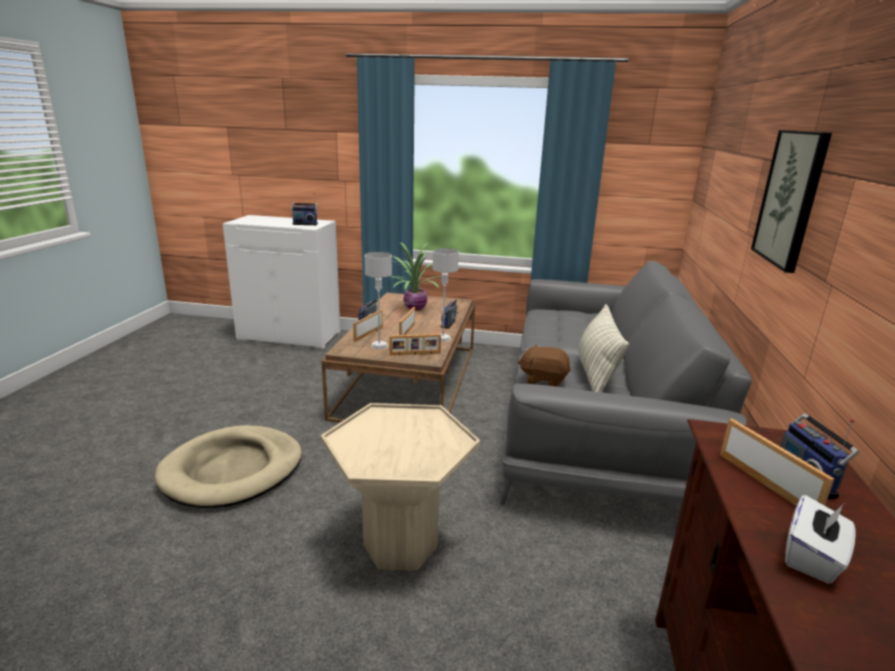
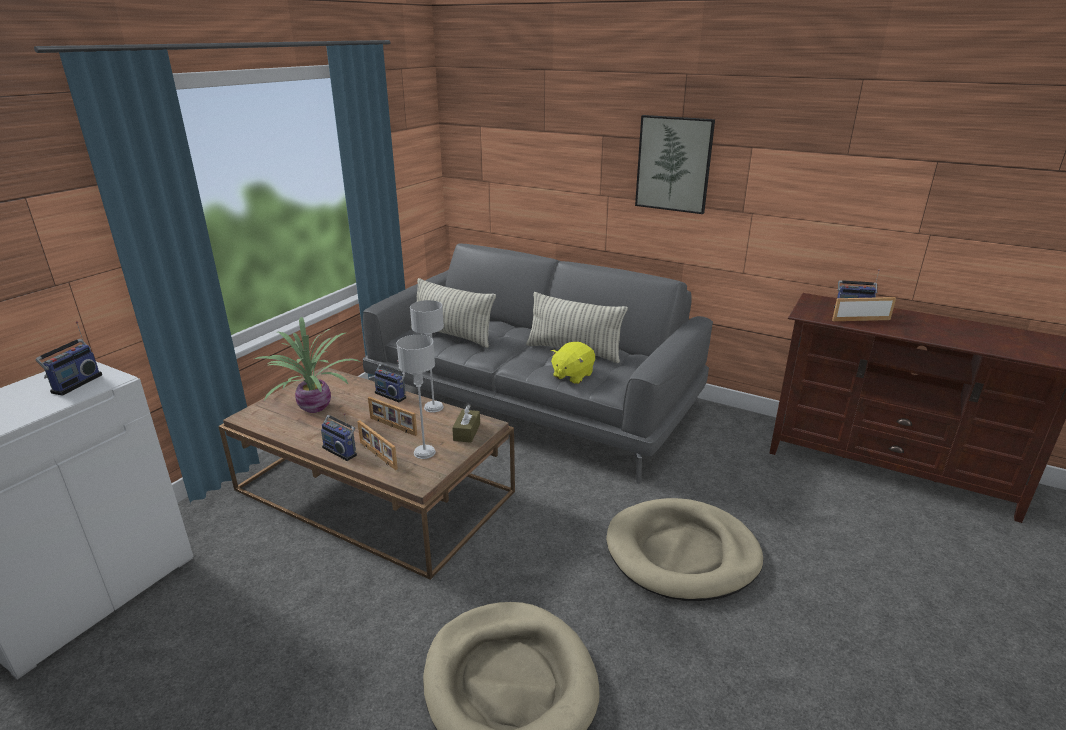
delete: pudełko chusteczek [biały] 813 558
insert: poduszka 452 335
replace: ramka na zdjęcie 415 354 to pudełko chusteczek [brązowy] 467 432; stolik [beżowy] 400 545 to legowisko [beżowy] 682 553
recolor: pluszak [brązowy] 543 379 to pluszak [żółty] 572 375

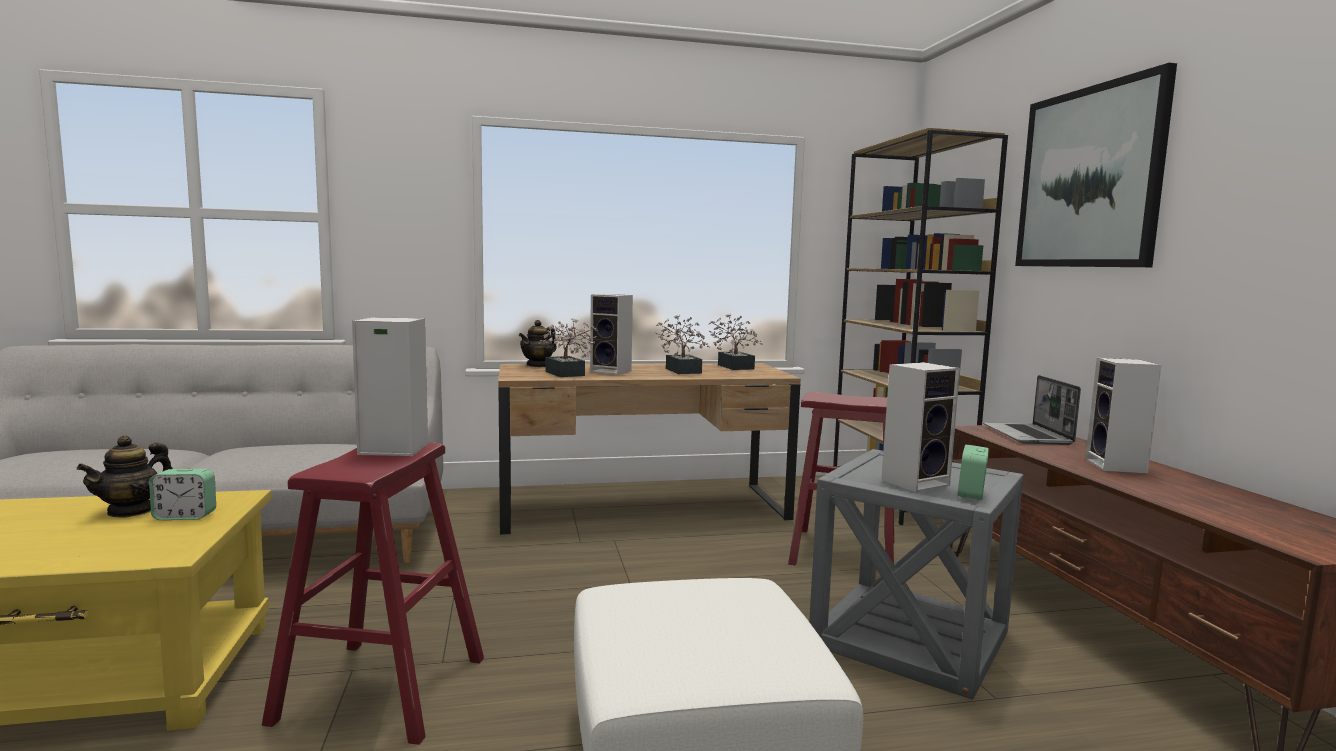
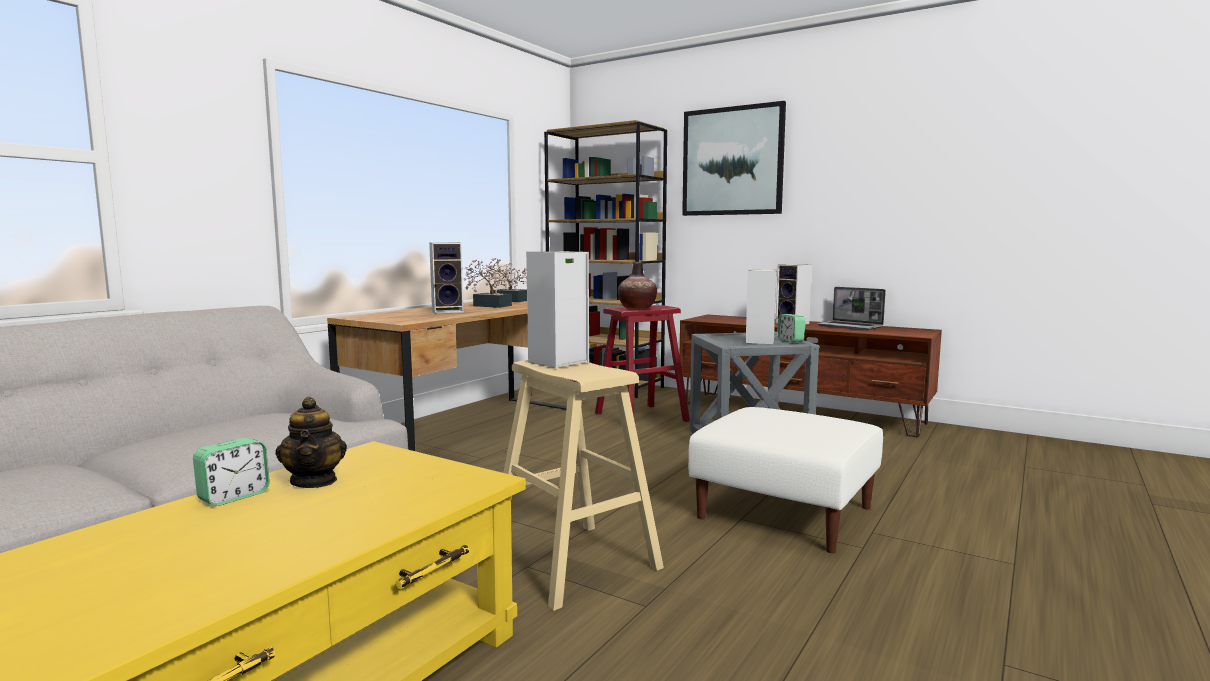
delete: roślina doniczkowa 566 374; imbryk 538 365
insert: wazon 637 308
move: laptop 1028 435 to 850 326; budzik 185 516 to 234 497
recolor: stołek [czerwony] 382 689 to stołek [beżowy] 573 563

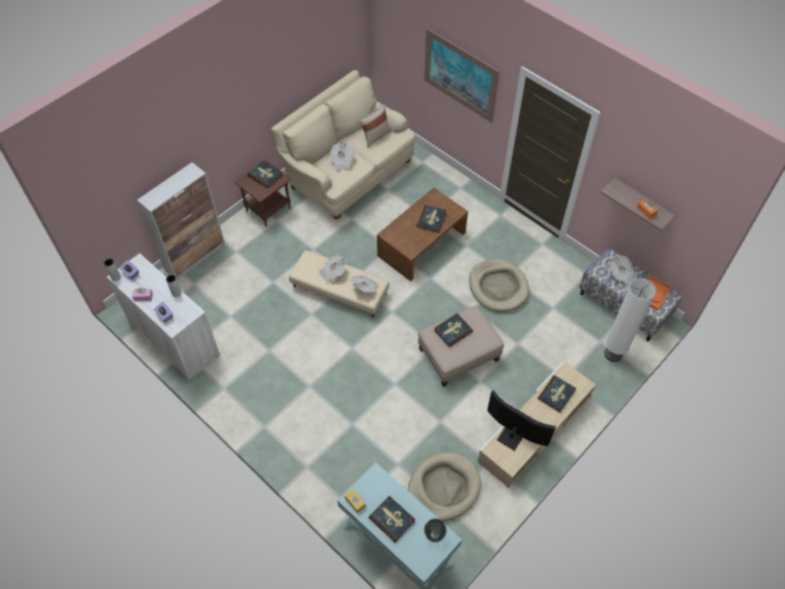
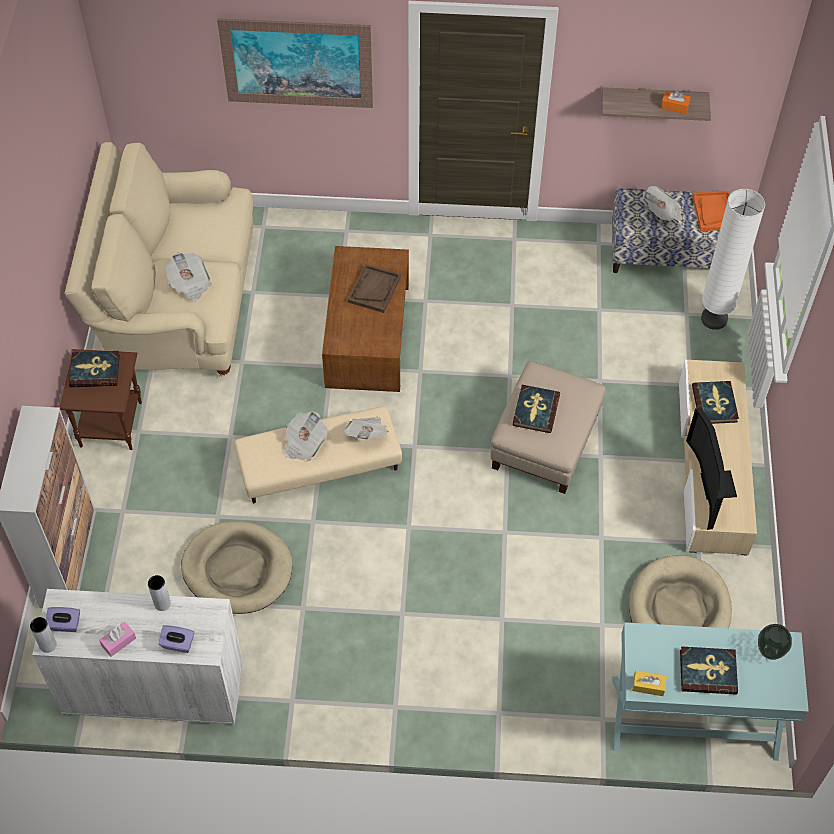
delete: poduszka [beżowy] 375 136
move: legowisko [beżowy] 498 287 to 237 569
replace: książka 431 220 to taca [brązowy] 374 289
rotate: telewizor 513 434 = 712 485 90 degrees counterclockwise

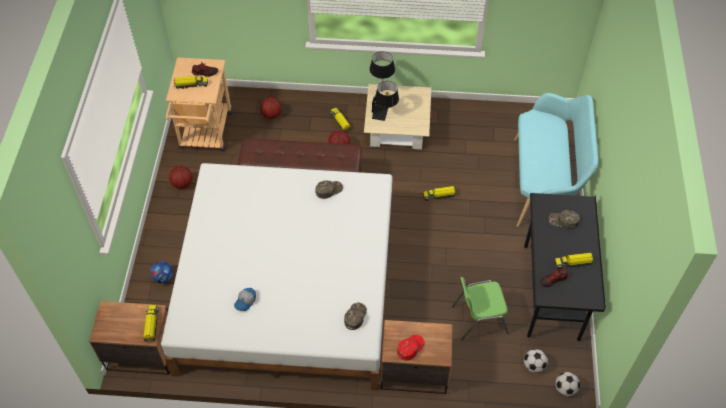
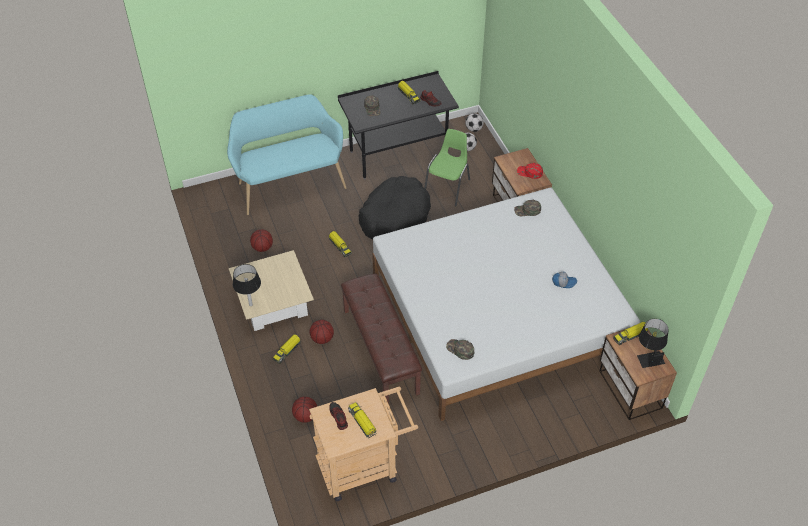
delete: piłka futbolowa 163 278
insert: legowisko [czarny] 395 216
move: lampa stołowa [czarny] 384 112 to 648 355; piłka do koszykówki 182 183 to 262 248; czapka z daszkiem [zielony] 328 190 to 460 350
rotate: krzesło [zielony] 478 319 = 448 187 120 degrees counterclockwise

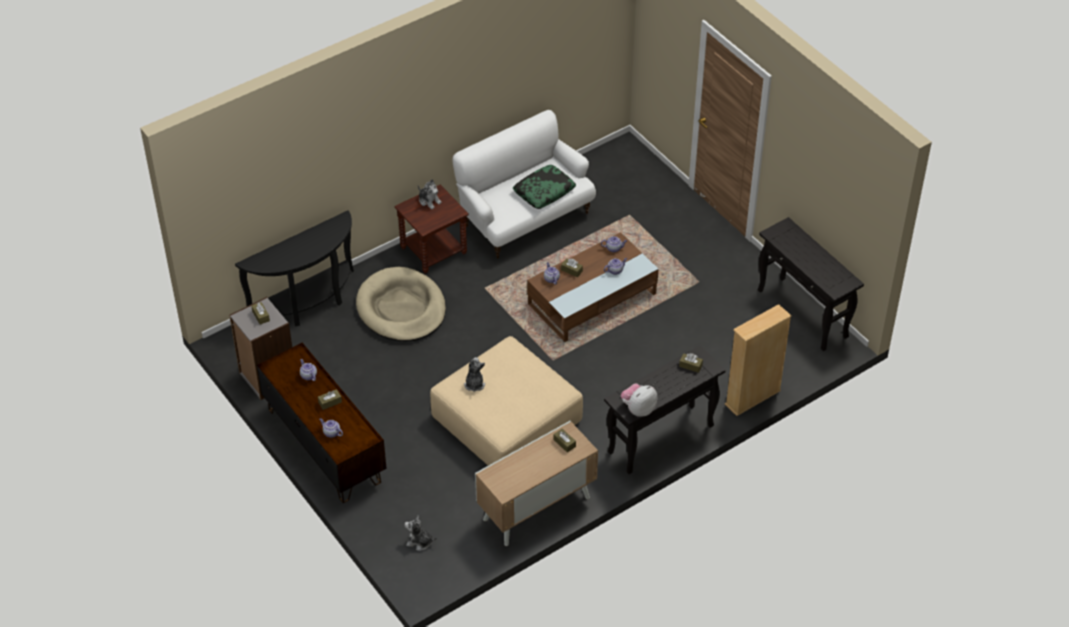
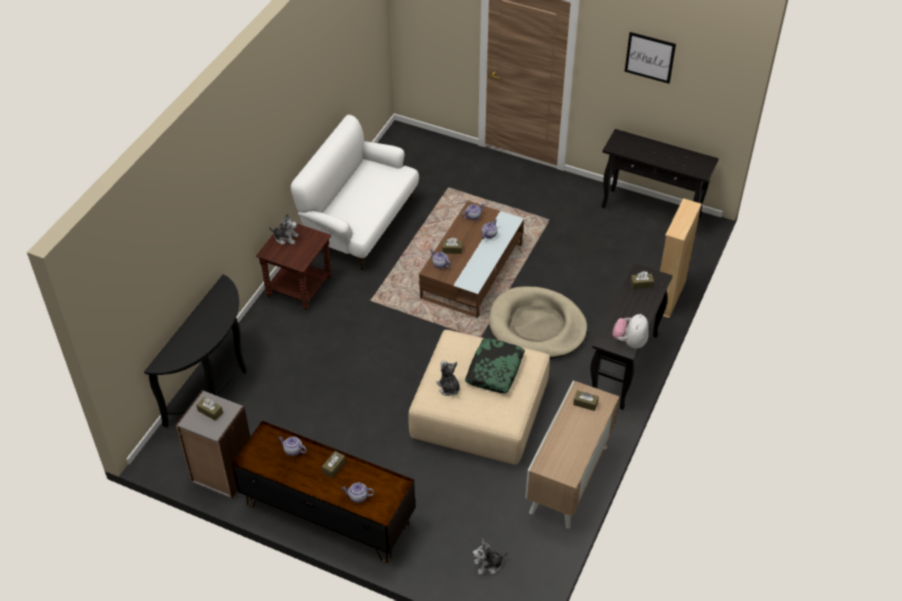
insert: obraz 650 57
move: poduszka 544 191 to 494 370; legowisko [beżowy] 401 308 to 537 326

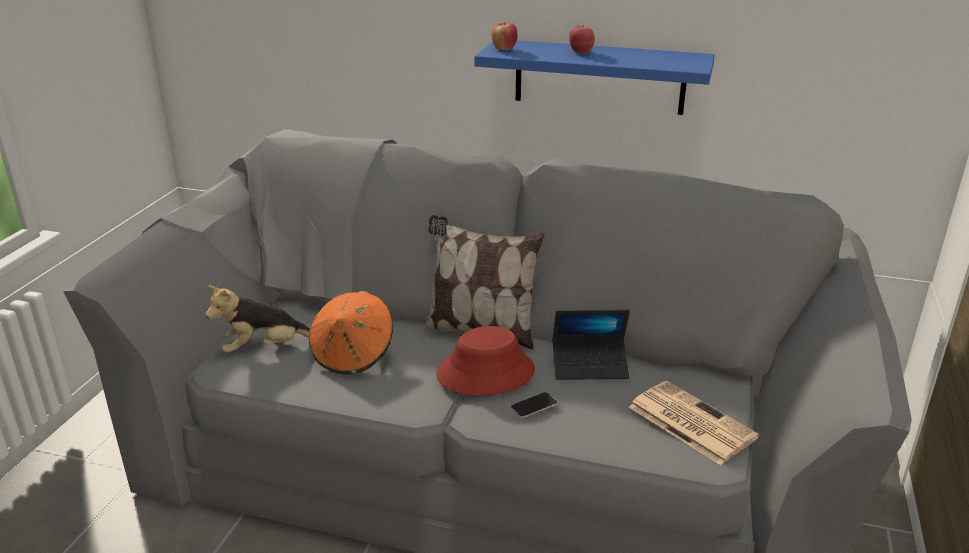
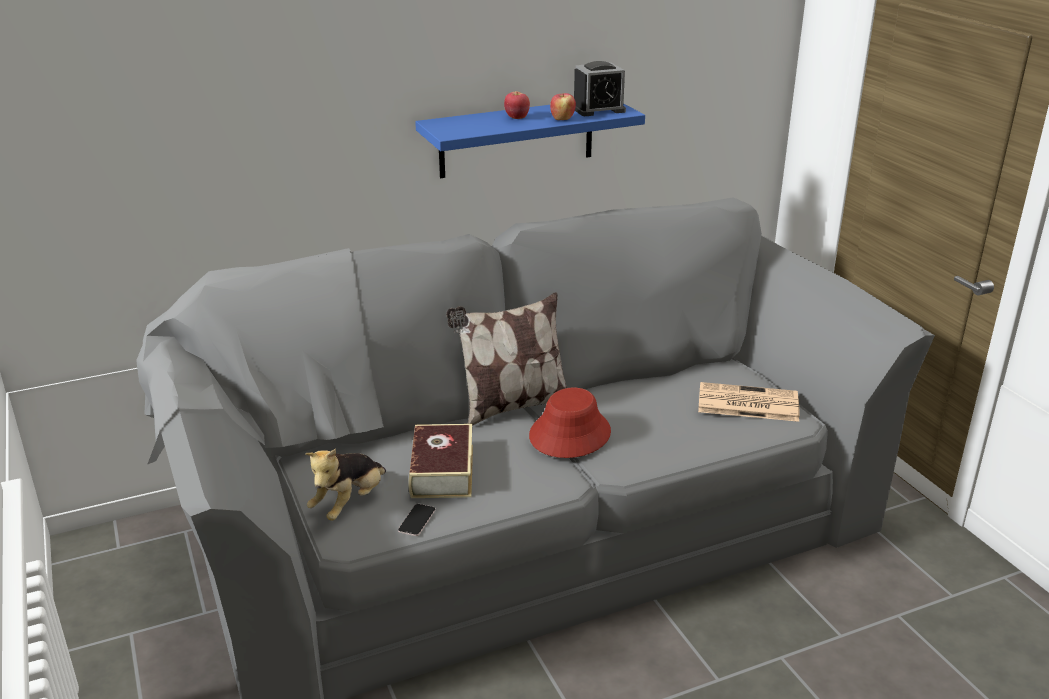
delete: laptop 590 366
insert: budzik 598 110
move: jabłko 504 49 to 562 119; telefon 533 405 to 417 520
replace: kapelusz [pomarańczowy] 353 355 to książka 442 471

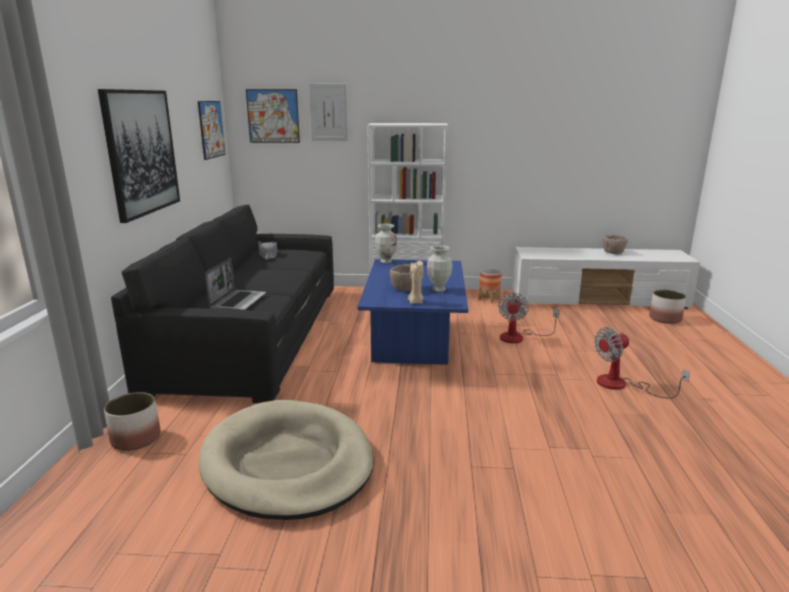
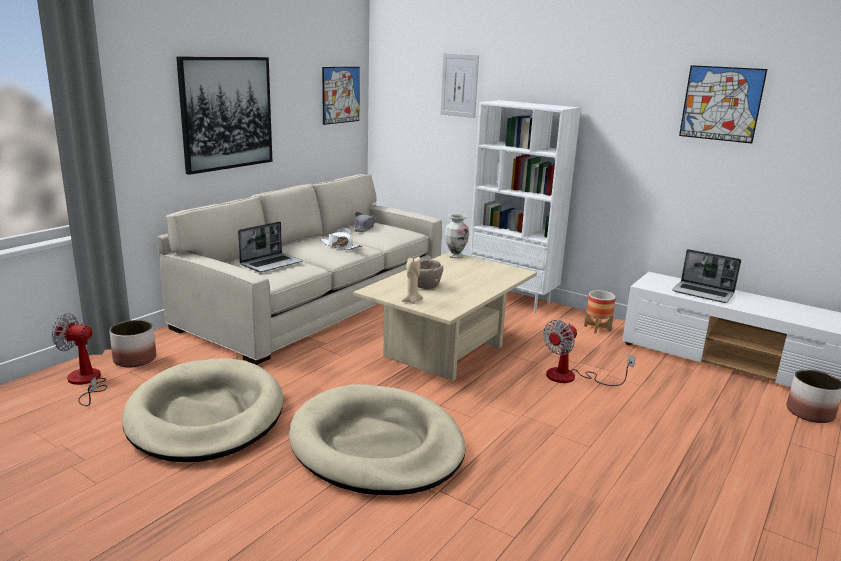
delete: miska [brązowy] 613 252; wazon 439 289
insert: kapelusz [biały] 340 246; laptop 703 293; legowisko [beżowy] 377 445
move: obraz 273 116 to 721 103; wentylator 622 385 to 85 382
recolor: kanapa [czarny] 253 333 to kanapa [beżowy] 318 302; ława [niebieski] 414 345 to ława [beżowy] 446 353

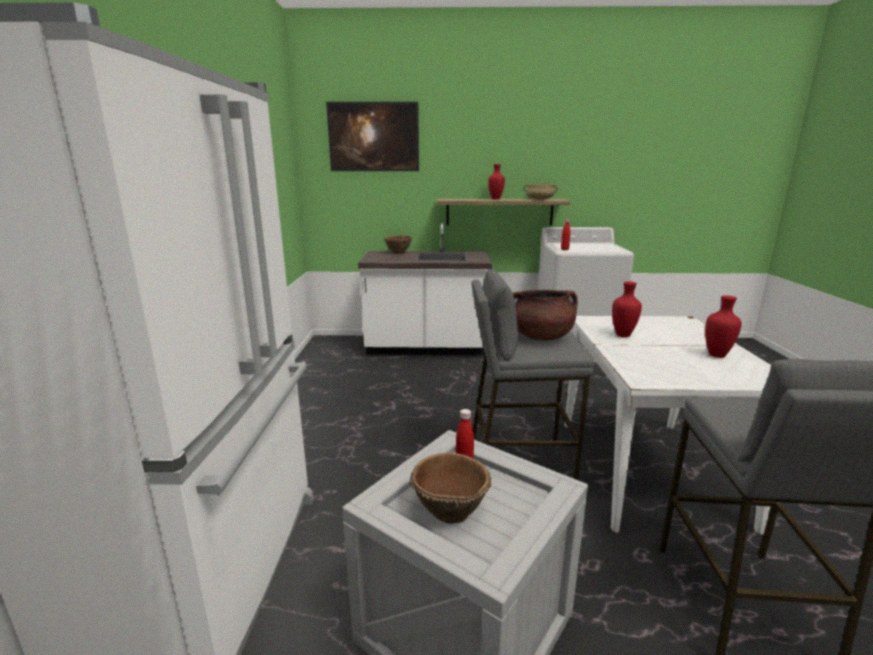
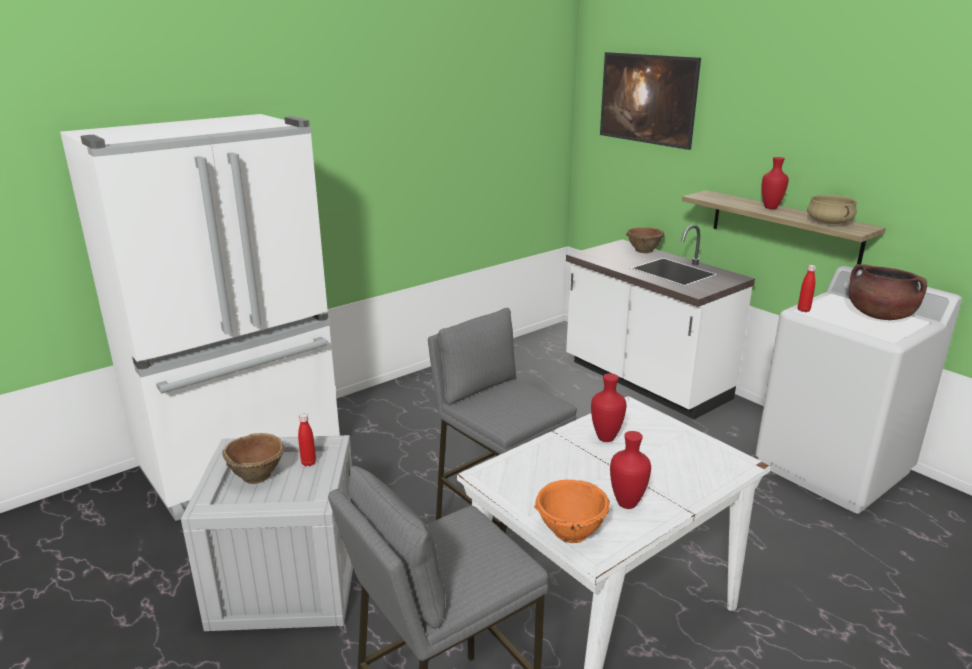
insert: miska [pomarańczowy] 570 532
move: garnek [brązowy] 540 337 to 879 315

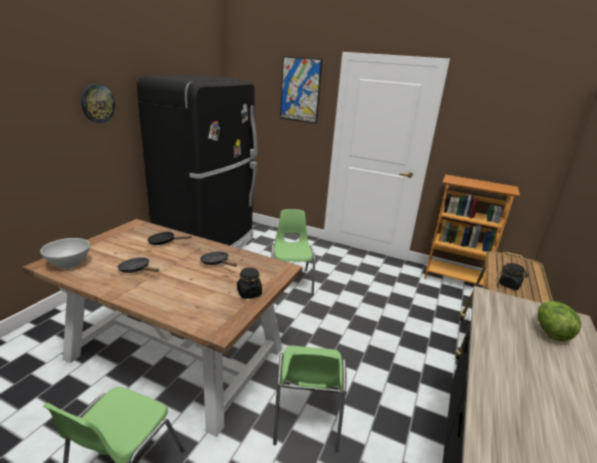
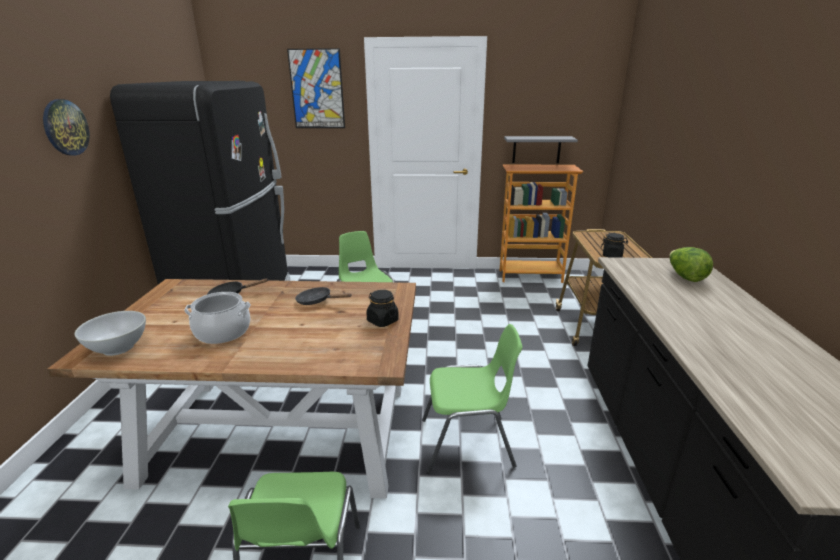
insert: półka [szary] 536 149
replace: patelnia [czarny] 137 270 to garnek 223 332
rotate: krzesło [zielony] 306 416 = 468 443 75 degrees counterclockwise

